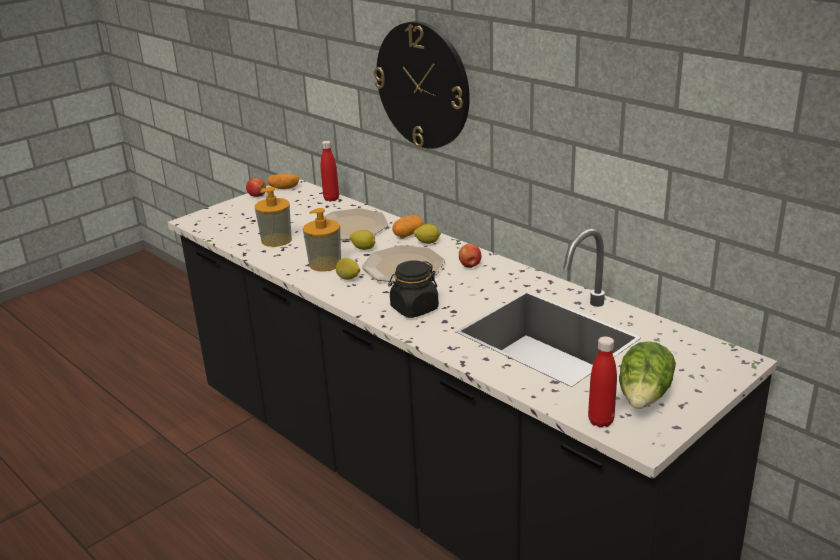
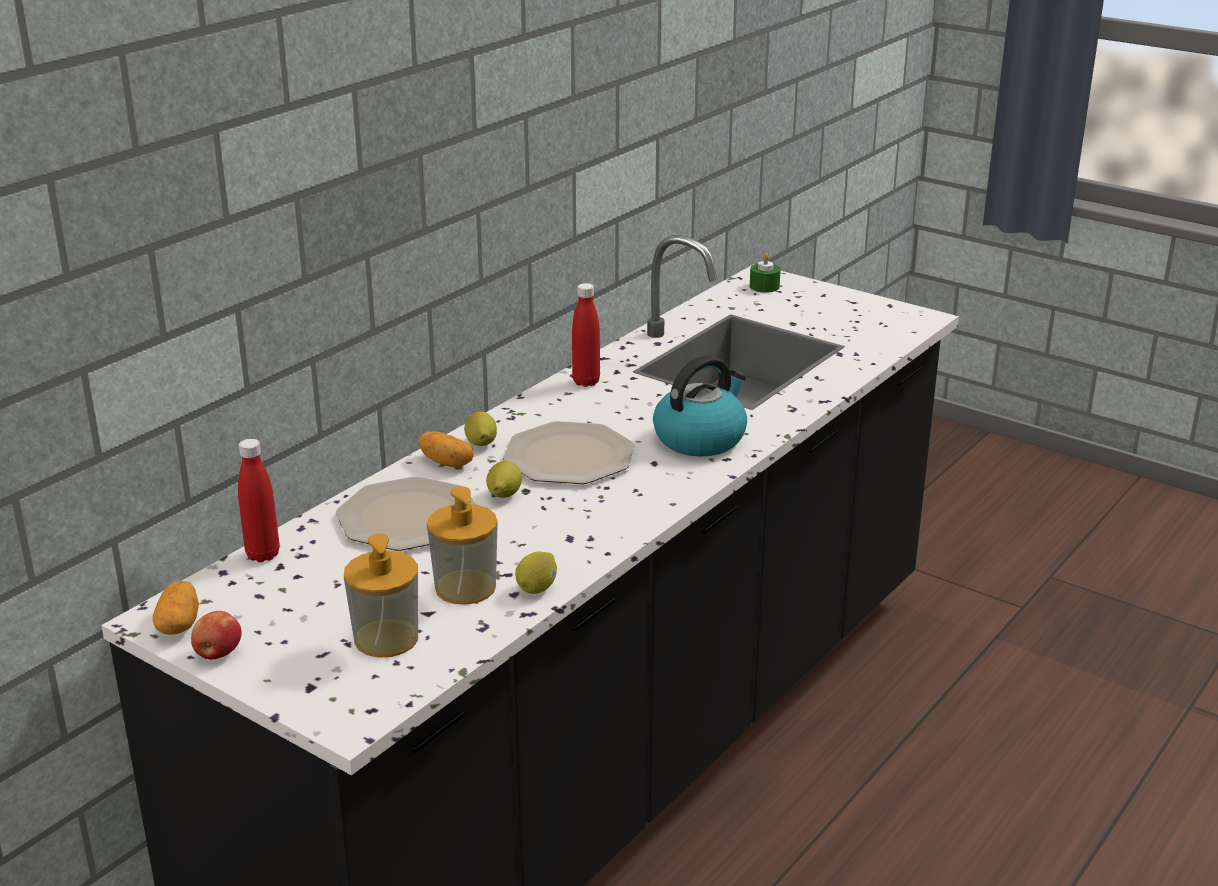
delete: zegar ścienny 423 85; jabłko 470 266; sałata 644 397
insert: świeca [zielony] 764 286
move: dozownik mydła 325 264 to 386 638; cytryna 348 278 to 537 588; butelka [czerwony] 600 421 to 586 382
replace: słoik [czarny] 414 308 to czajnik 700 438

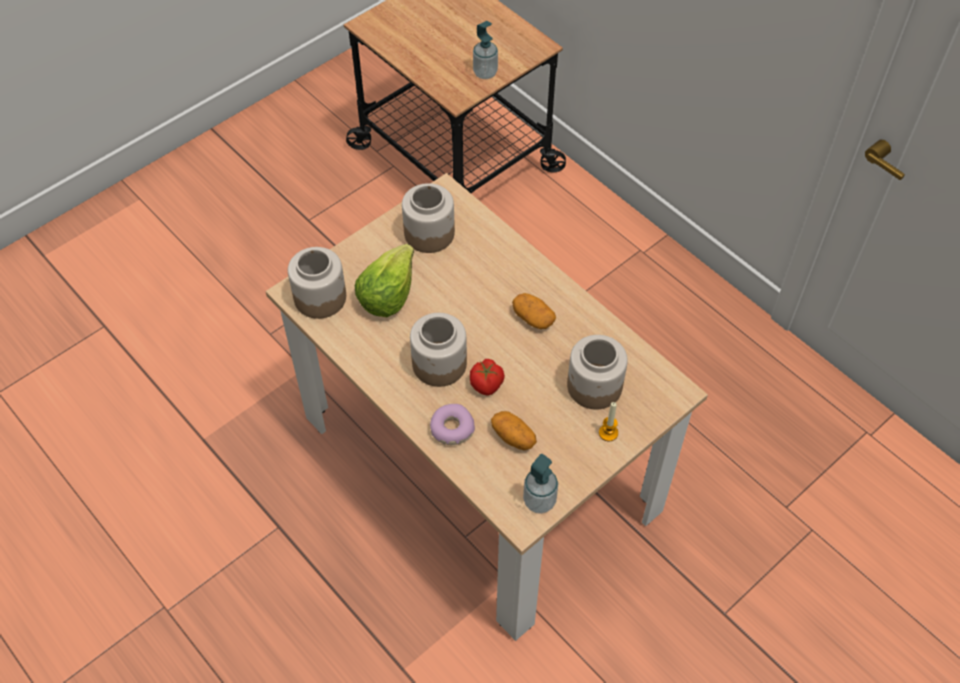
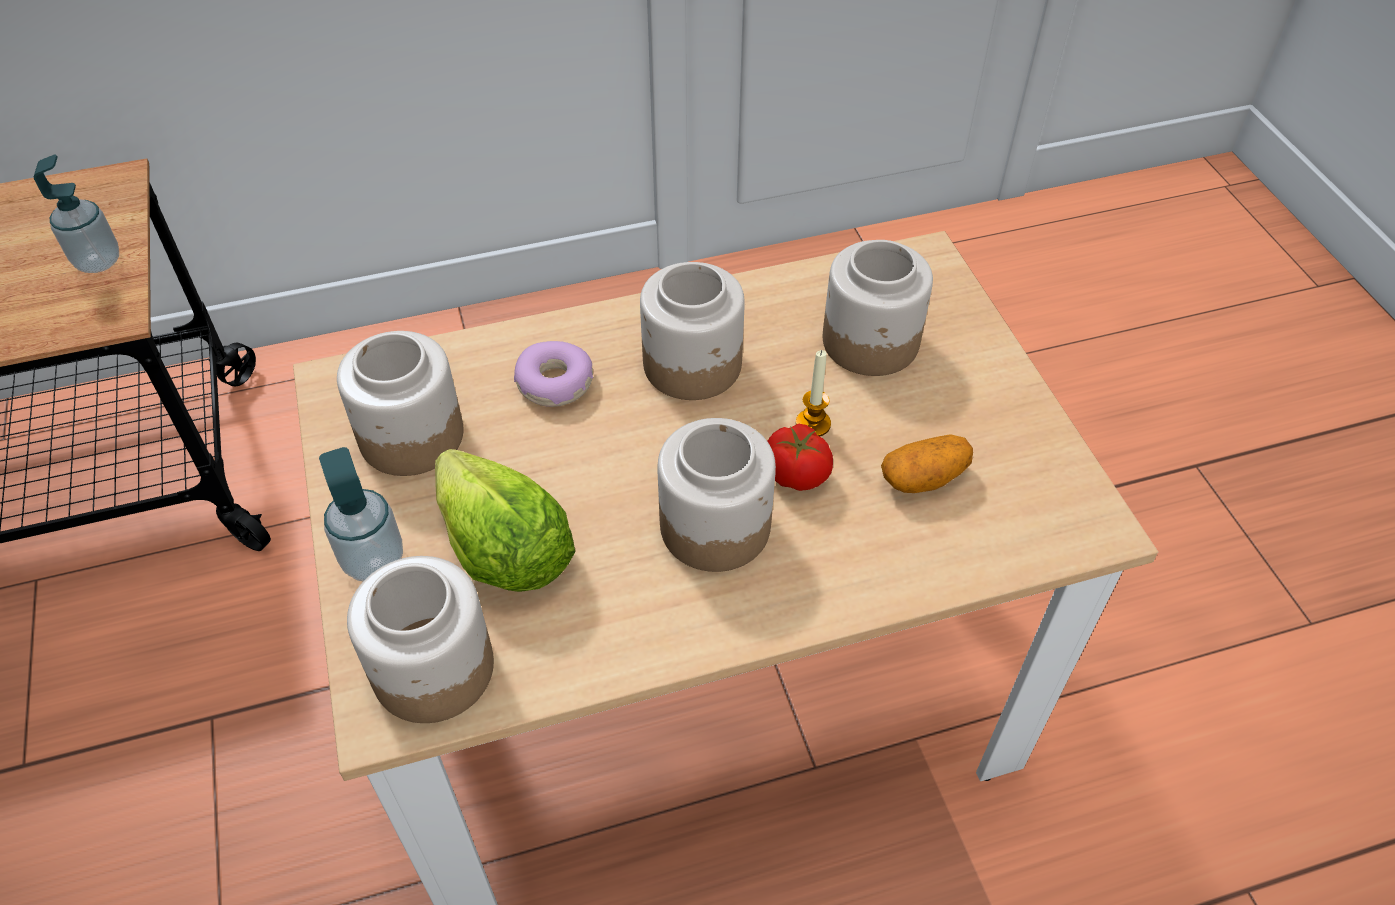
move: świeca 608 433 to 813 424; donut 451 429 to 555 383; dozownik mydła 539 501 to 374 561
replace: ziemniak 533 318 to słoik 693 365

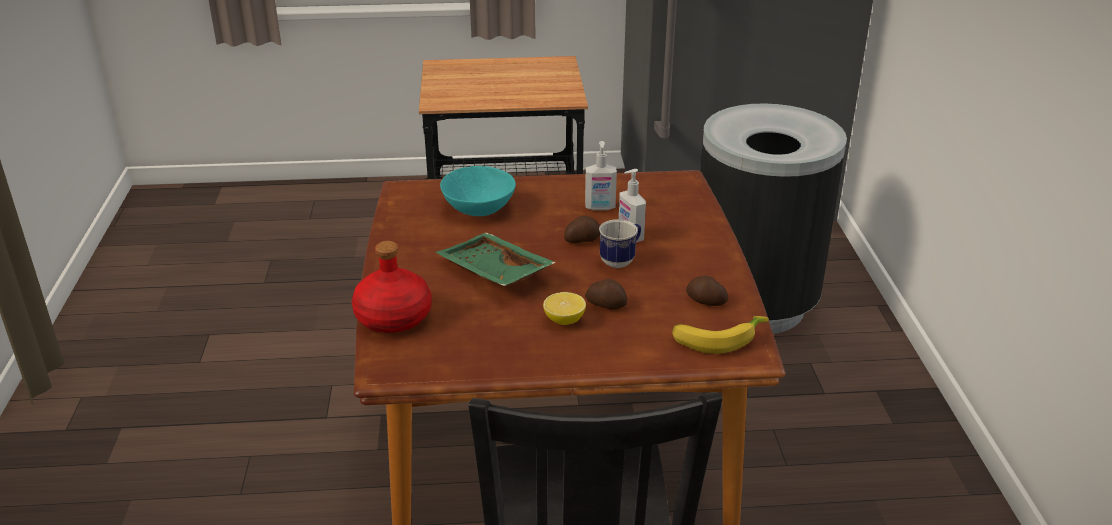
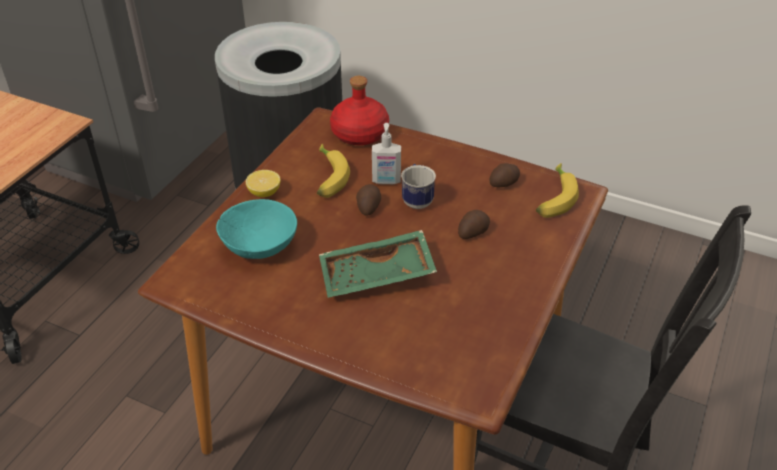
move: butelka [czerwony] 393 317 to 359 133; cytryna 564 320 to 264 193
replace: dozownik mydła 600 207 to banan 327 178

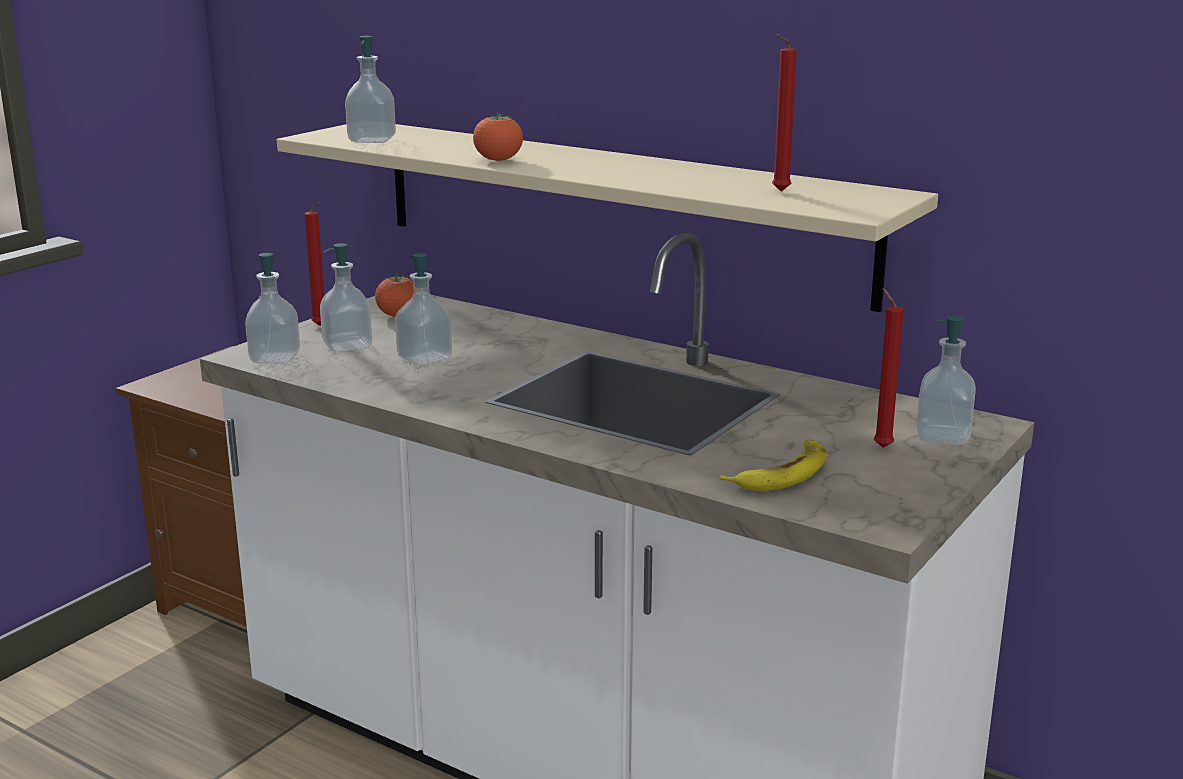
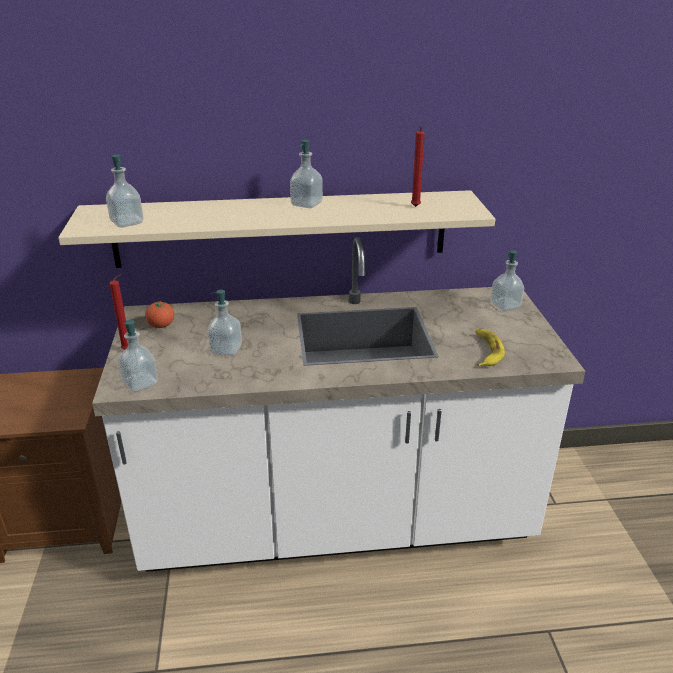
delete: pomidor 498 160; świeca [czerwony] 880 446
move: dozownik mydła 347 346 to 306 204

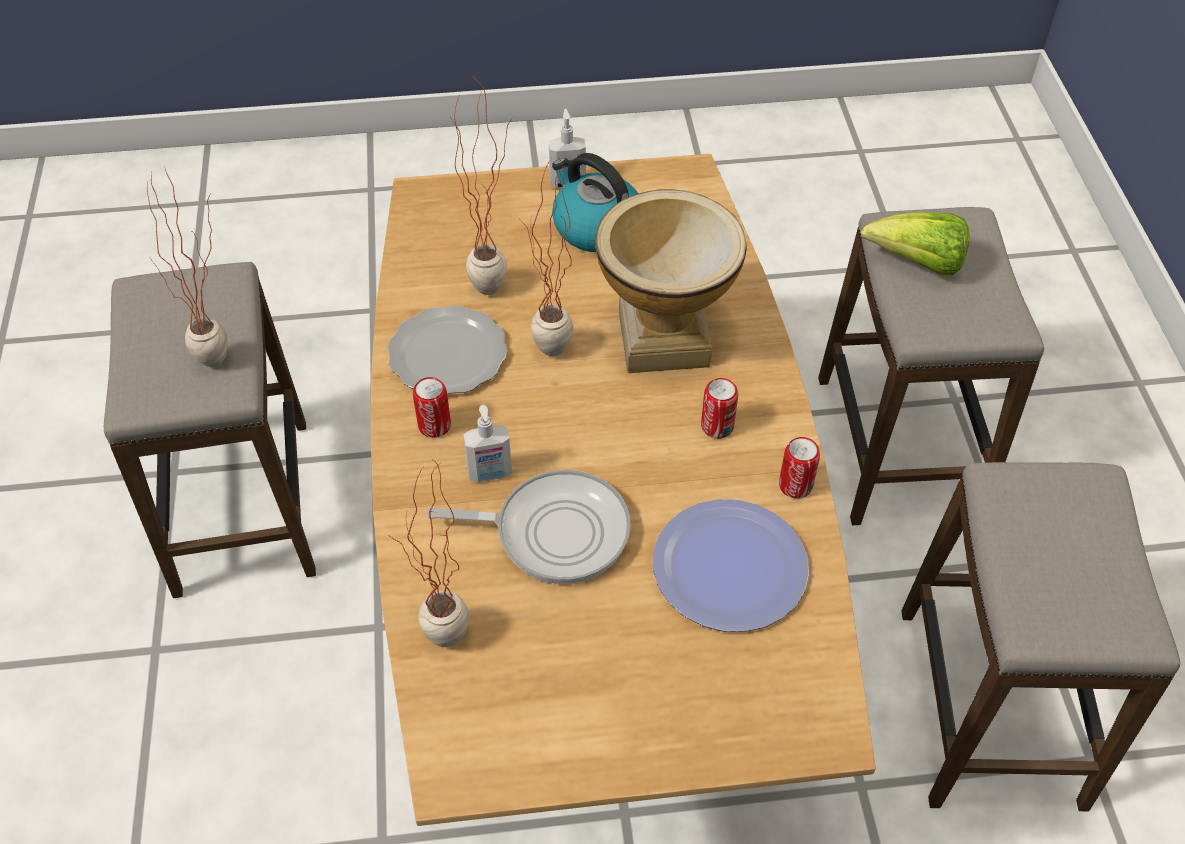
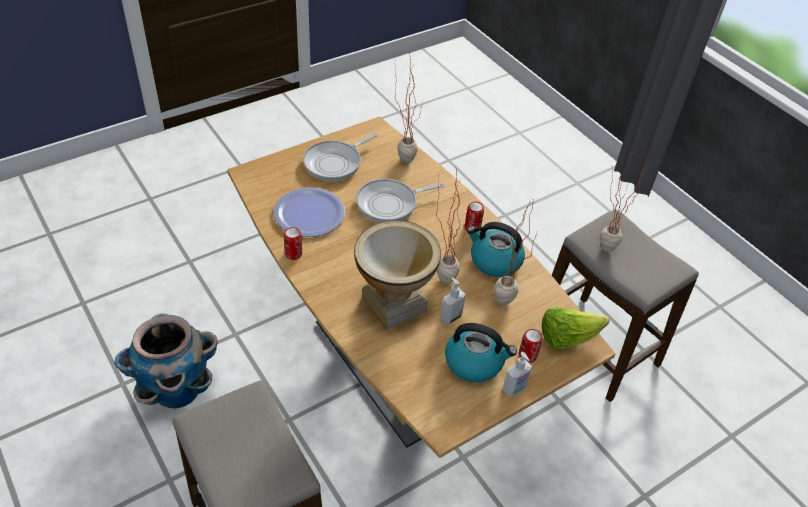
insert: patelnia 335 163
move: sałata 917 263 to 567 338; puszka 717 426 to 527 356; dozownik mydła 490 474 to 450 317
replace: talerz 448 352 to czajnik 494 261; stołek 990 706 to donica 177 391

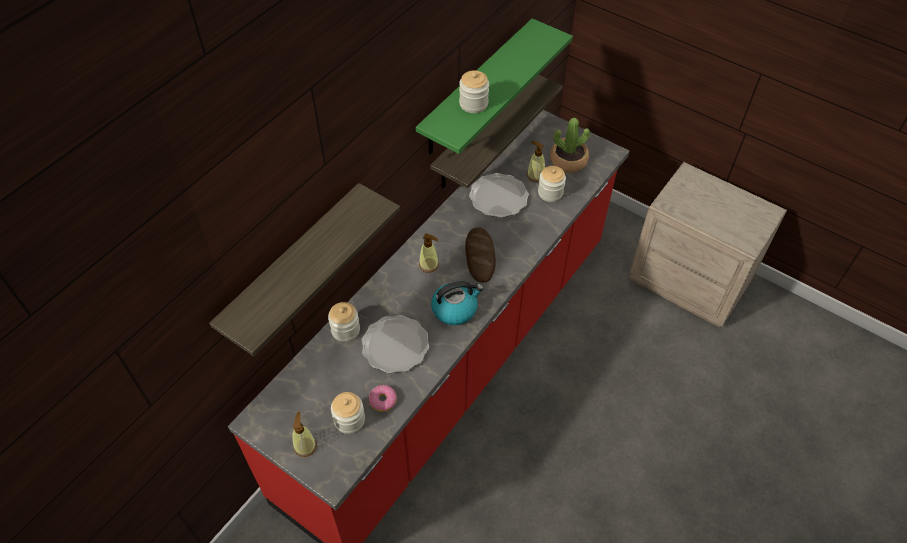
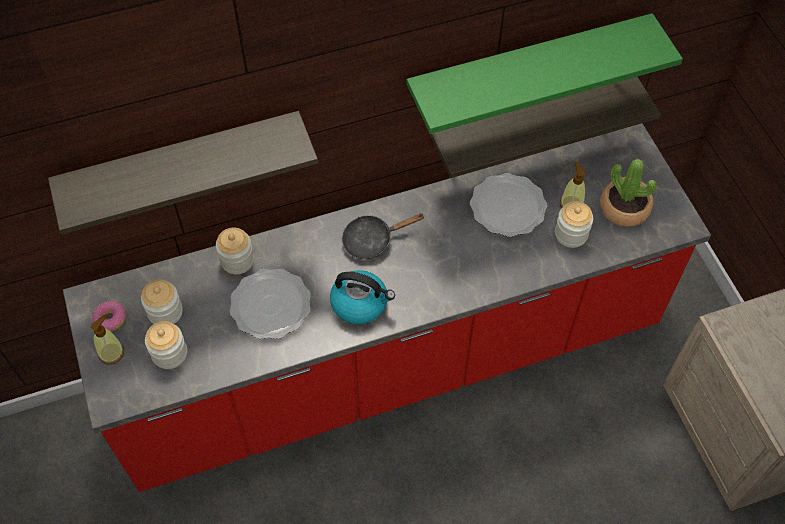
delete: chleb 480 257
move: słoik 473 104 to 165 312; donut 383 401 to 110 319
replace: dozownik mydła 429 265 to patelnia [czarny] 372 240

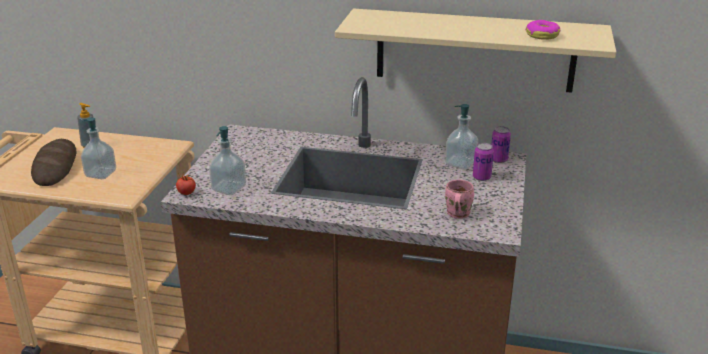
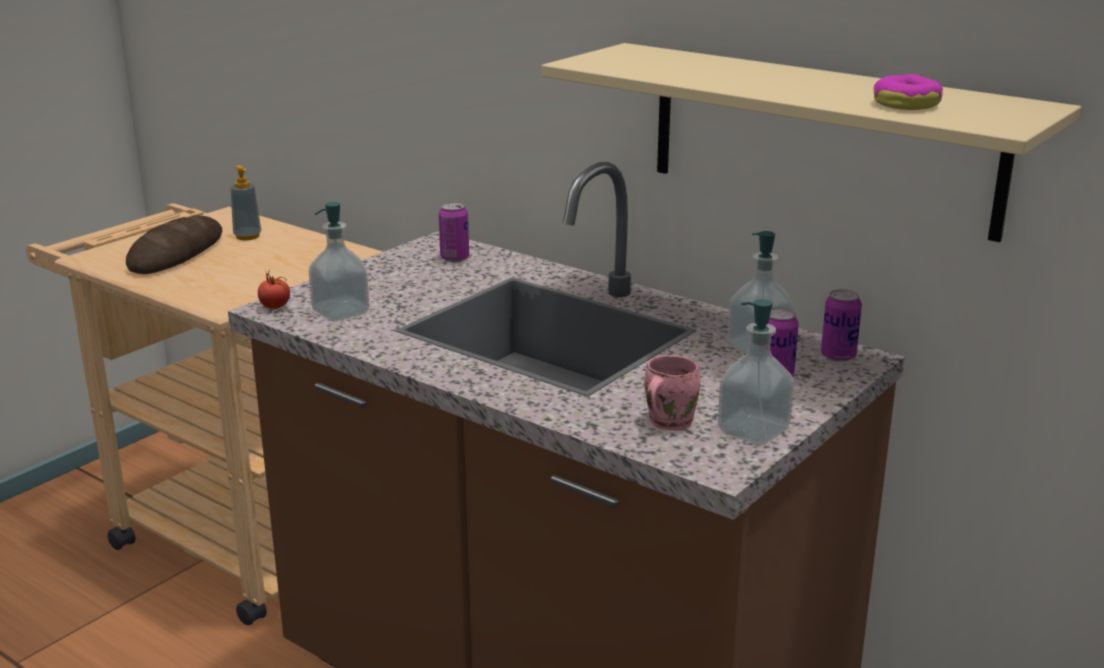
insert: puszka 454 258
move: dozownik mydła 101 174 to 753 431

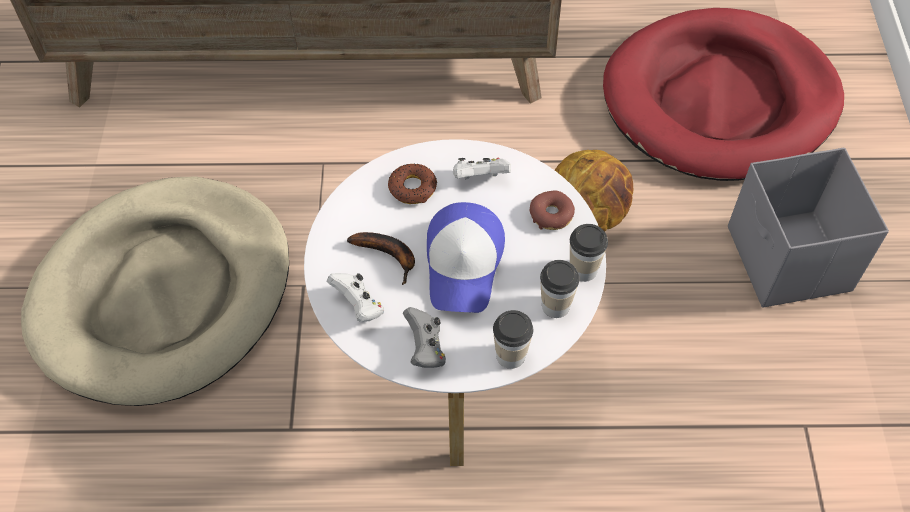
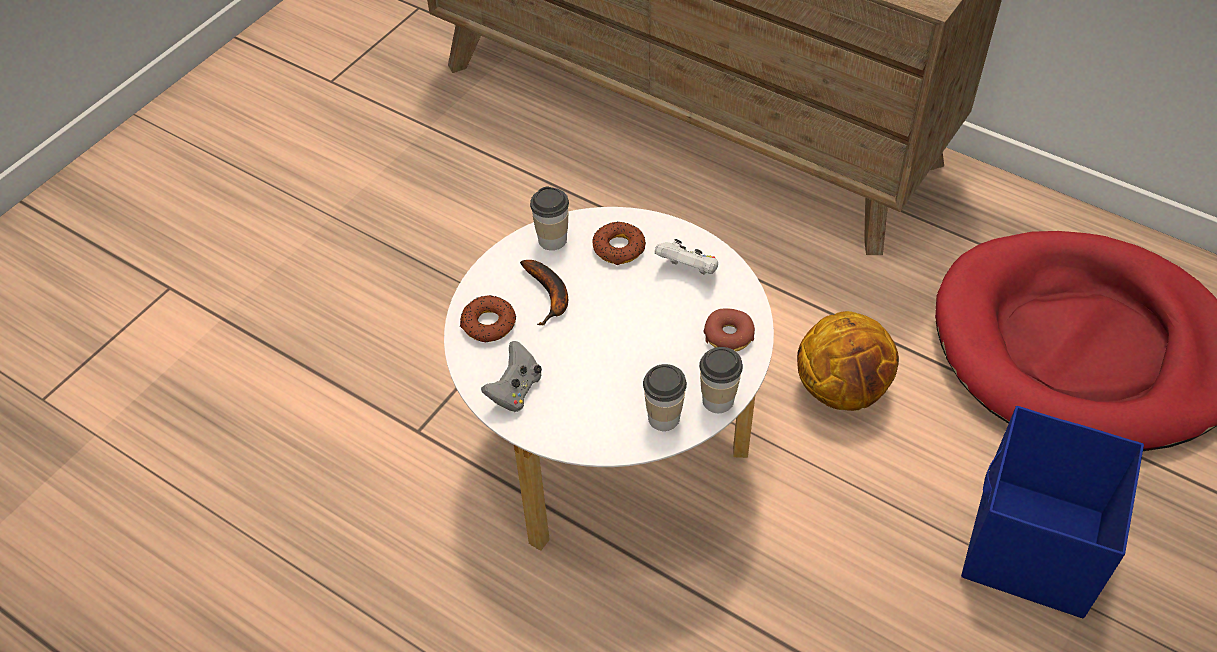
delete: legowisko [beżowy] 164 294; czapka z daszkiem 464 264
move: filiżanka 510 355 to 552 240
replace: pad do gier [biały] 359 306 to donut 488 324
recolor: pojemnik do przechowywania [szary] 788 261 to pojemnik do przechowywania [niebieski] 1030 547

